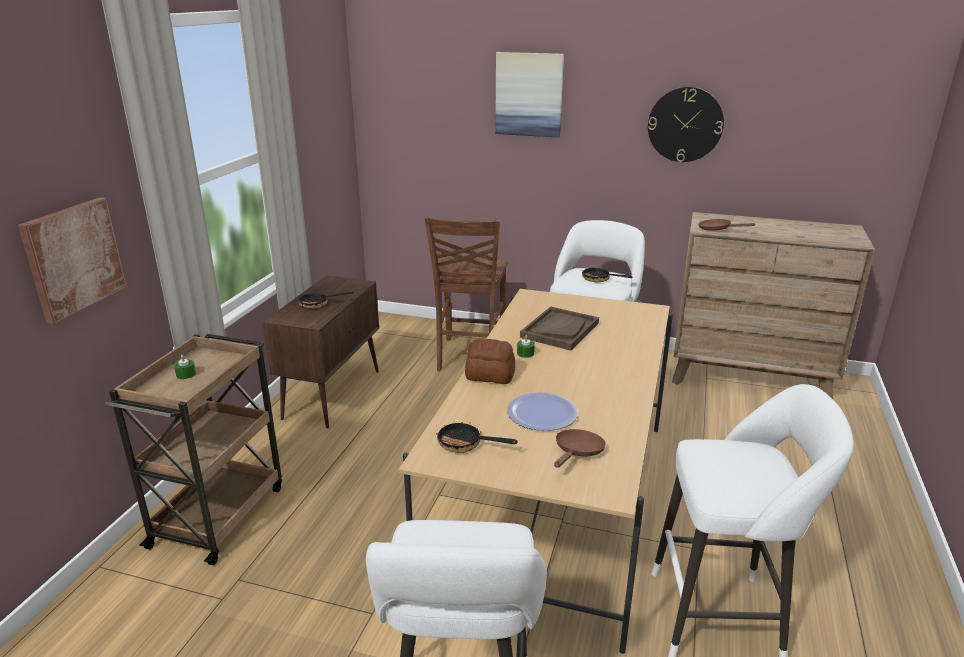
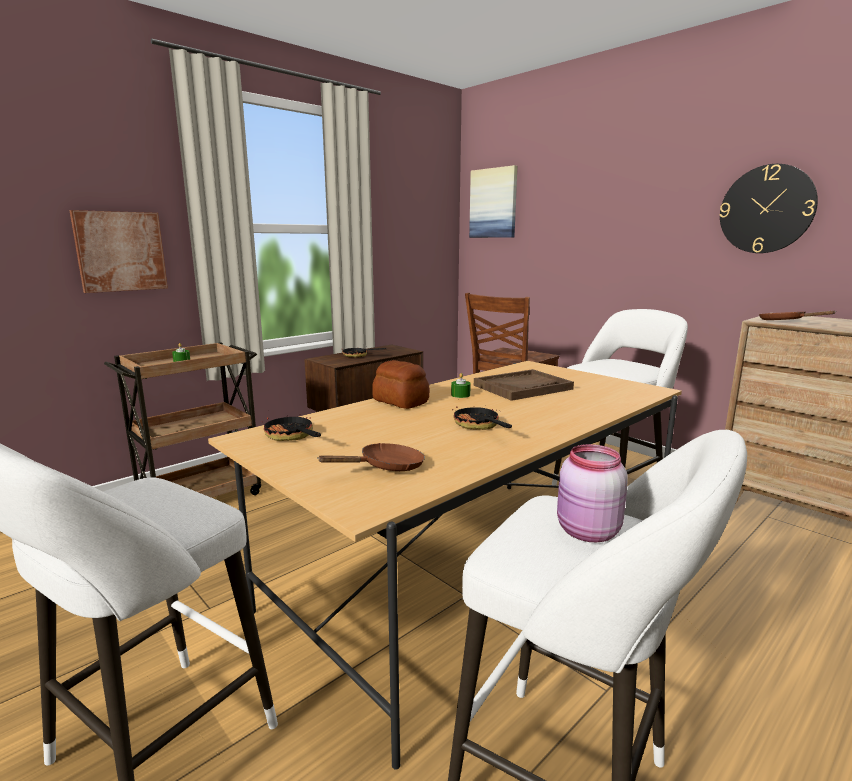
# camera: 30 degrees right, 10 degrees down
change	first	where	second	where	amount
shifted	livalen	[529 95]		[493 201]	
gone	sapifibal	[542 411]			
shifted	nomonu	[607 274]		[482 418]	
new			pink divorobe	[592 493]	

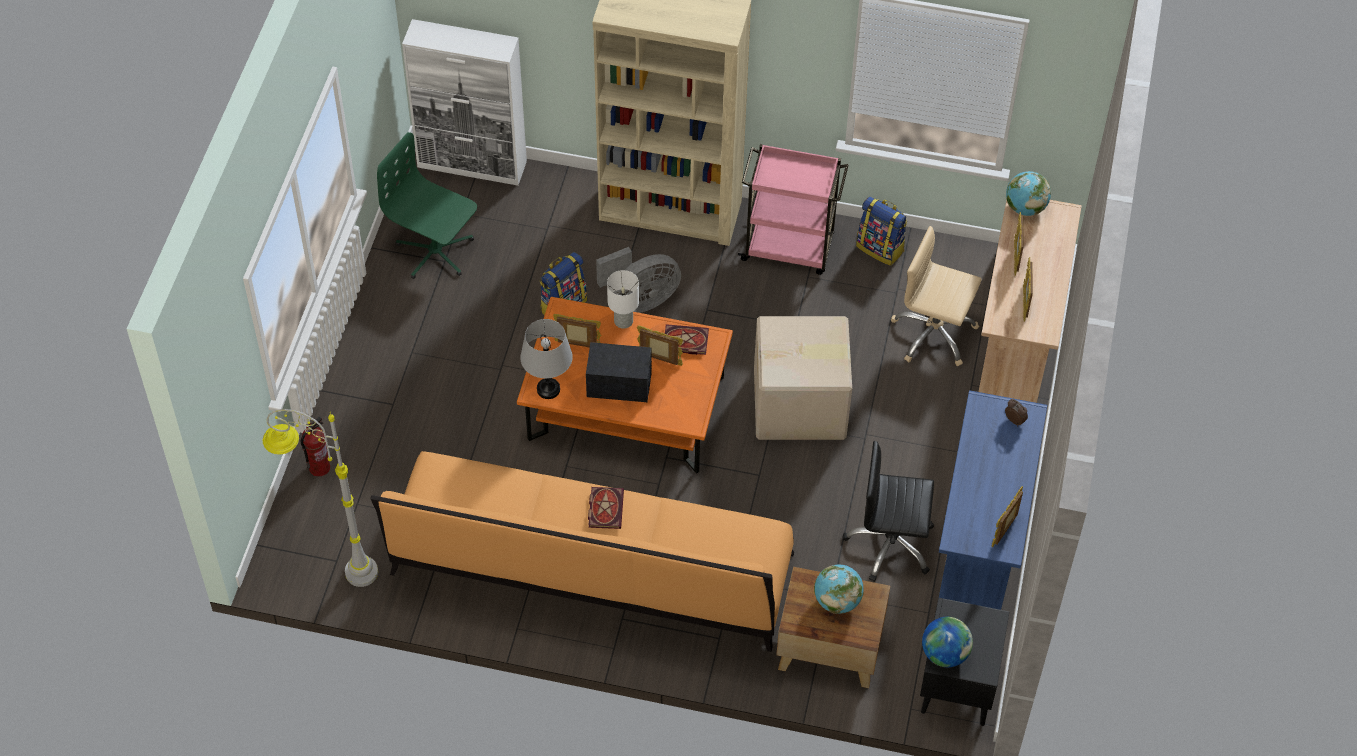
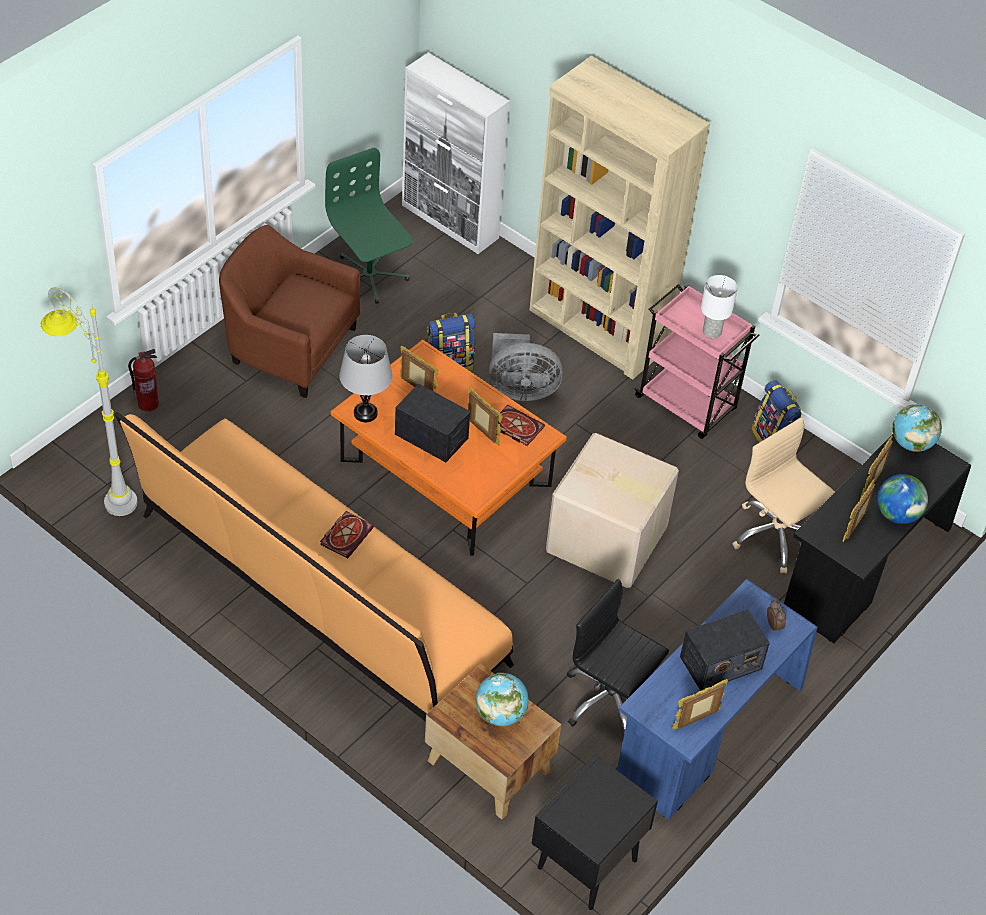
# camera: 25 degrees right, 5 degrees down
change	first	where	second	where	amount
shifted	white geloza	[623 299]		[719 307]	
shifted	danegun	[947 642]		[902 499]	
repainted	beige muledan	[1030 301]	black muledan	[877 538]	
new			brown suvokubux	[289 311]	
new			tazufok	[725 650]	

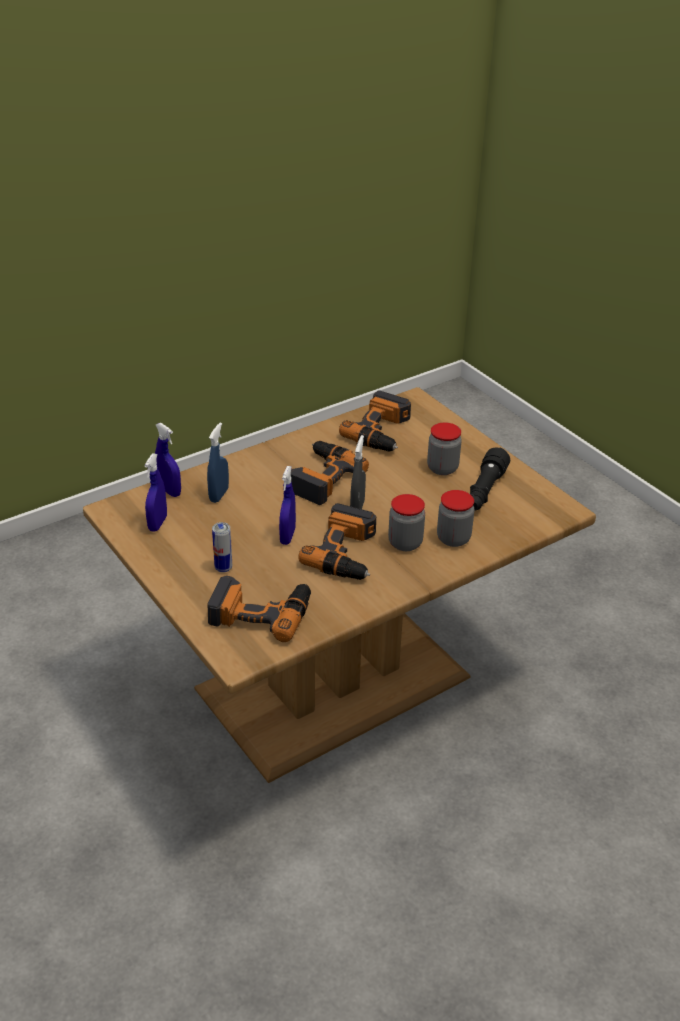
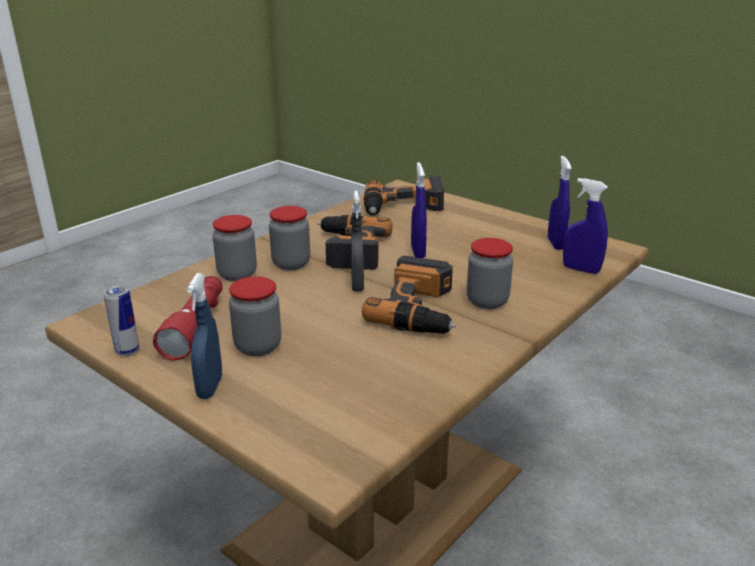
# camera: 165 degrees right, 10 degrees down
change	first	where	second	where	amount
shifted	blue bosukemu	[218 463]		[204 336]	
shifted	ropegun	[222 547]		[121 320]	
gone	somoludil	[375 421]			
repainted	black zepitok	[490 479]	red zepitok	[188 318]	
new			divorobe	[490 273]	

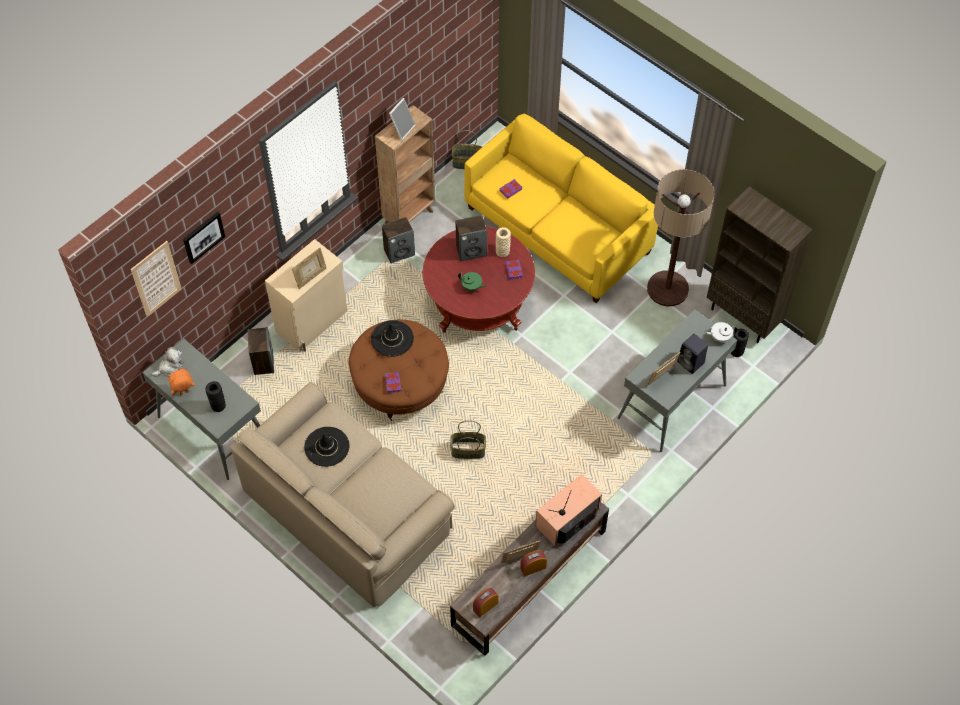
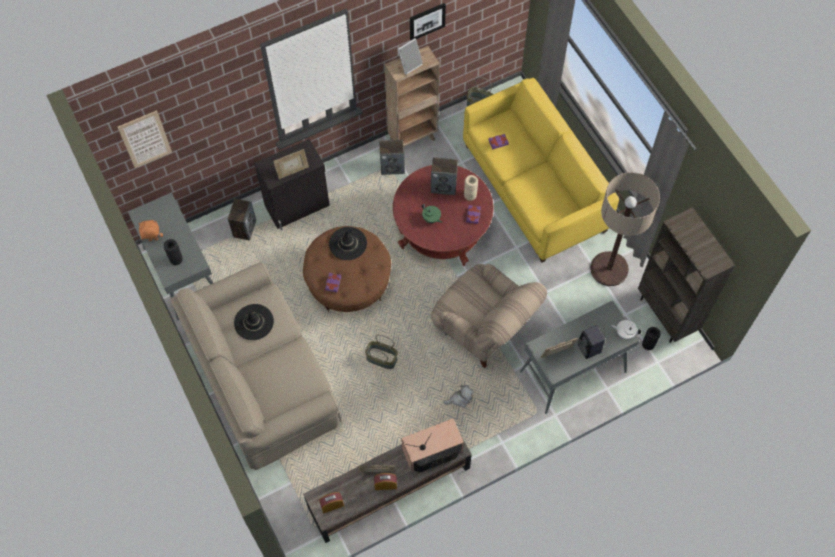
# camera: 20 degrees right, 5 degrees up
change	first	where	second	where	amount
shifted	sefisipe	[167 362]		[458 396]	
shifted	livalen	[204 238]		[428 21]	
repainted	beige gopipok	[306 295]	black gopipok	[292 184]	
new			beige suvokubux	[489 316]	

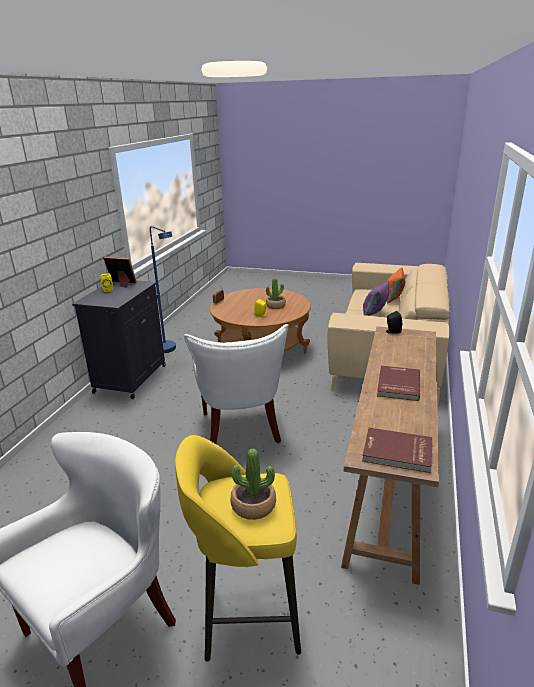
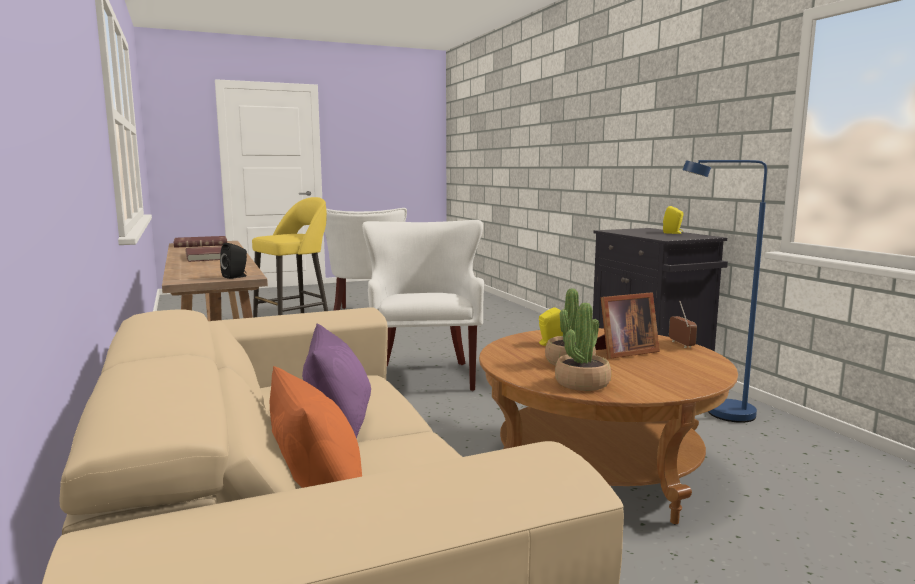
# camera: 140 degrees right, 15 degrees down
change	first	where	second	where	amount
shifted	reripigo	[120 272]		[627 325]	
rotated	white suvokubux	[236 384]		[423 305]	45 degrees clockwise
shifted	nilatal	[253 484]		[583 347]	

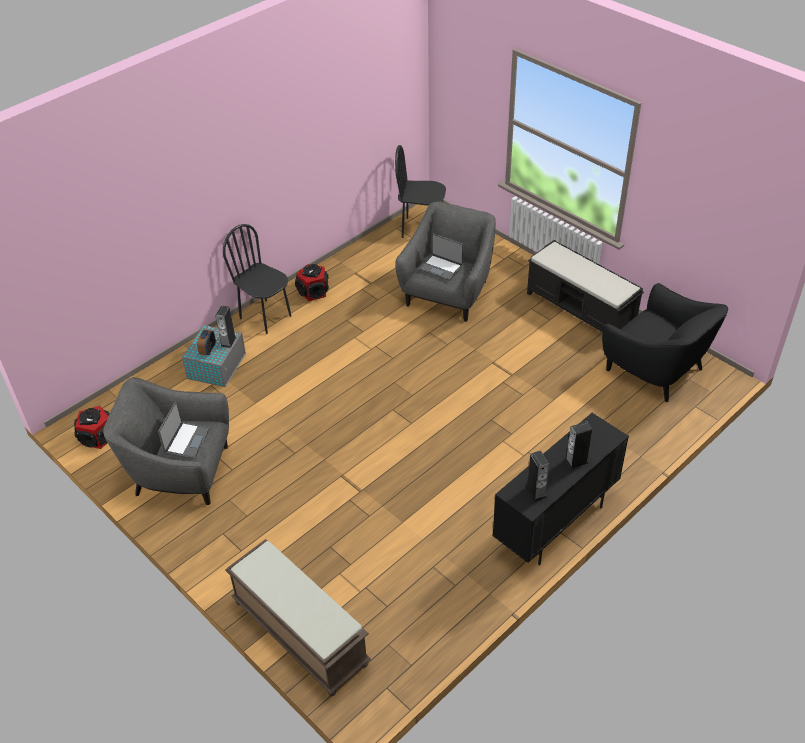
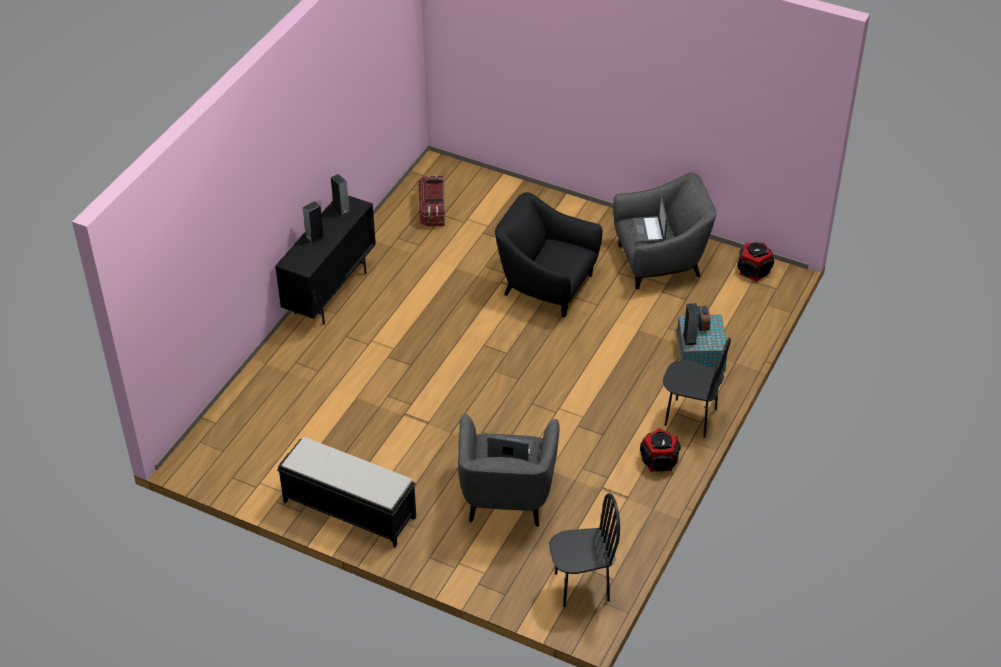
# camera: 160 degrees right, 0 degrees up
change	first	where	second	where	amount
gone	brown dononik	[298 617]			
shifted	black suvokubux	[665 342]		[549 254]	
new			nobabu	[431 201]	

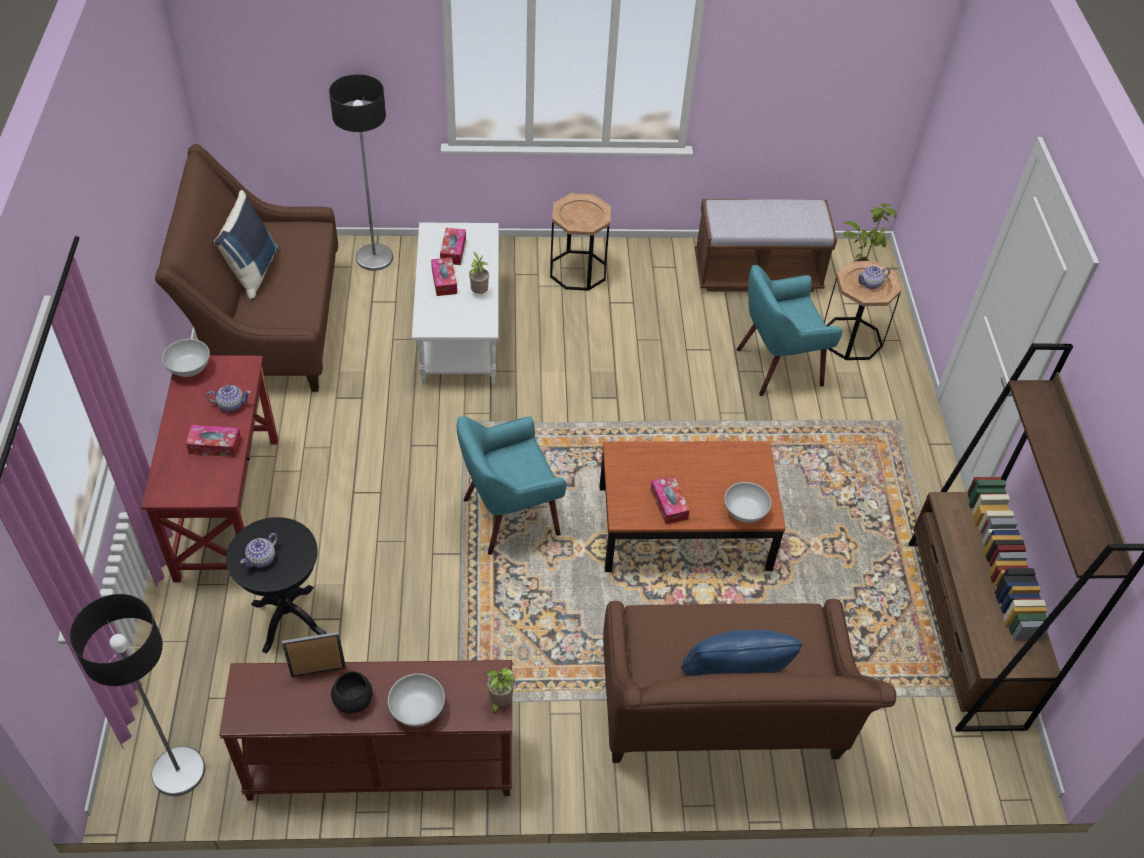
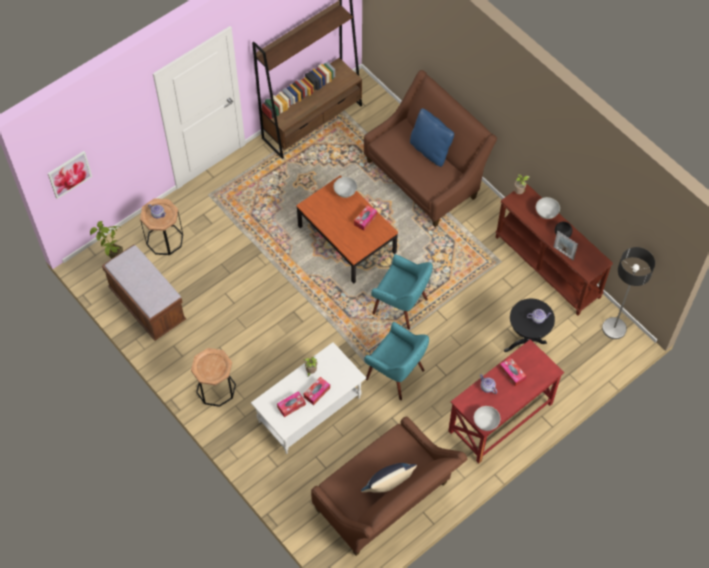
# camera: 125 degrees left, 10 degrees up
change	first	where	second	where	amount
gone	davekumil	[361 172]			
shifted	turquoise suvokubux	[789 330]		[396 361]	
new			livalen	[70 175]	

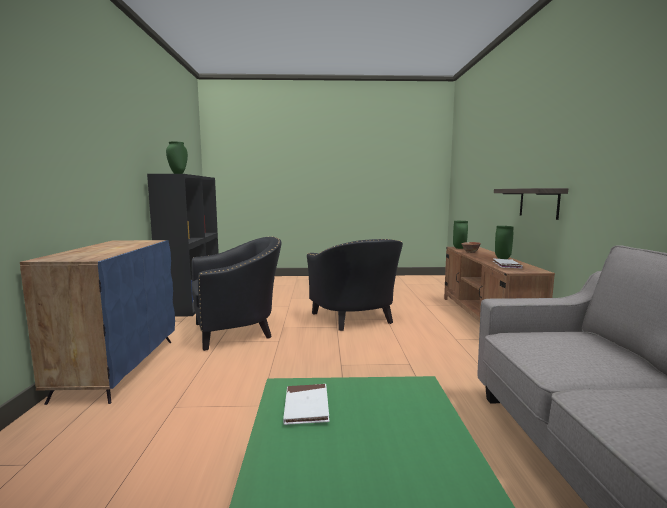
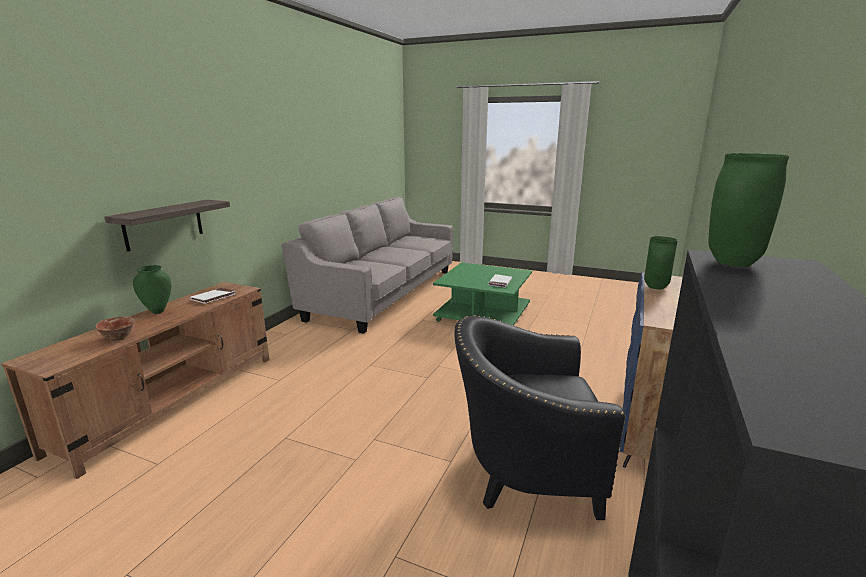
# camera: 155 degrees left, 10 degrees up
change	first	where	second	where	amount
gone	black suvokubux	[355 285]			
shifted	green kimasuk	[460 235]		[661 262]	

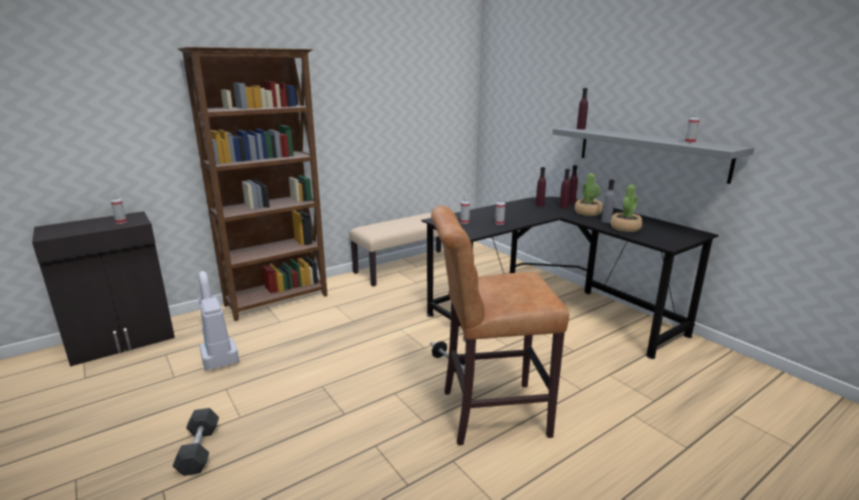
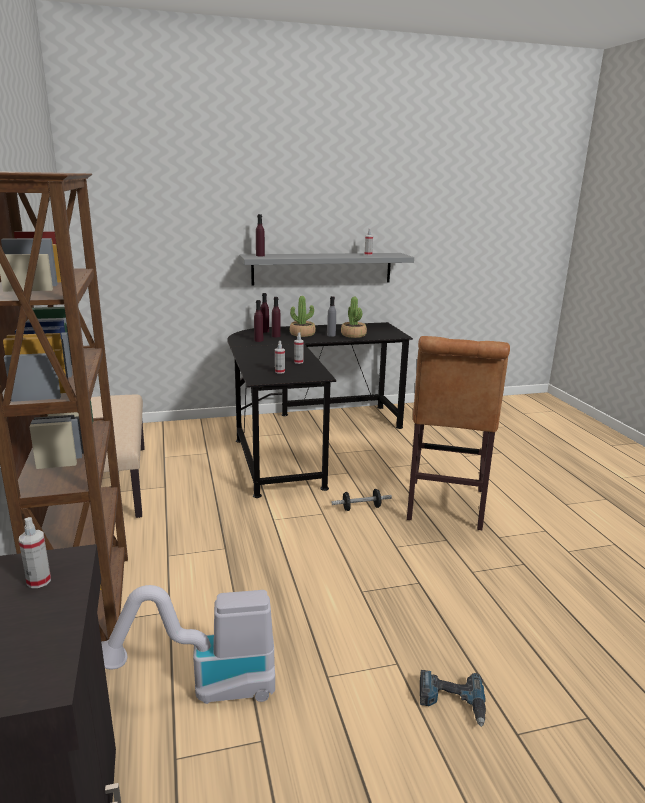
# camera: 70 degrees left, 0 degrees up
change	first	where	second	where	amount
swapped	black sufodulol	[196 442]	somoludil	[453 698]	

